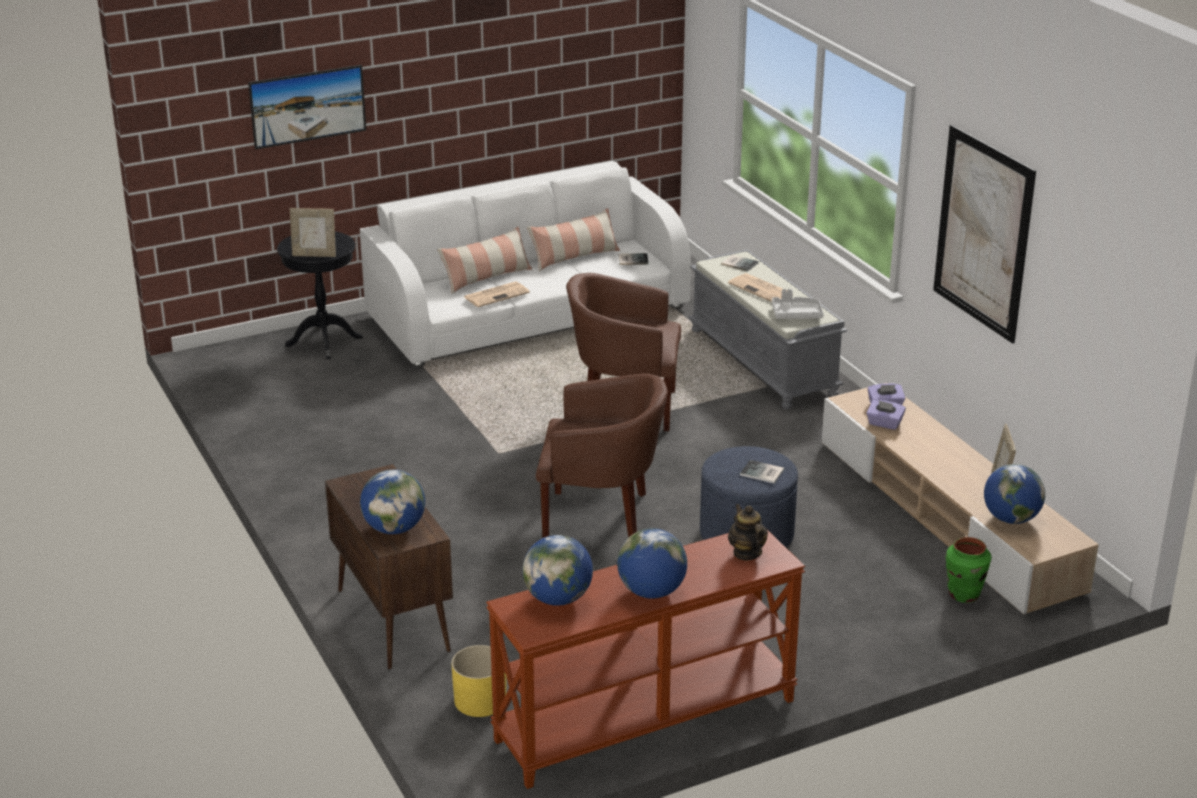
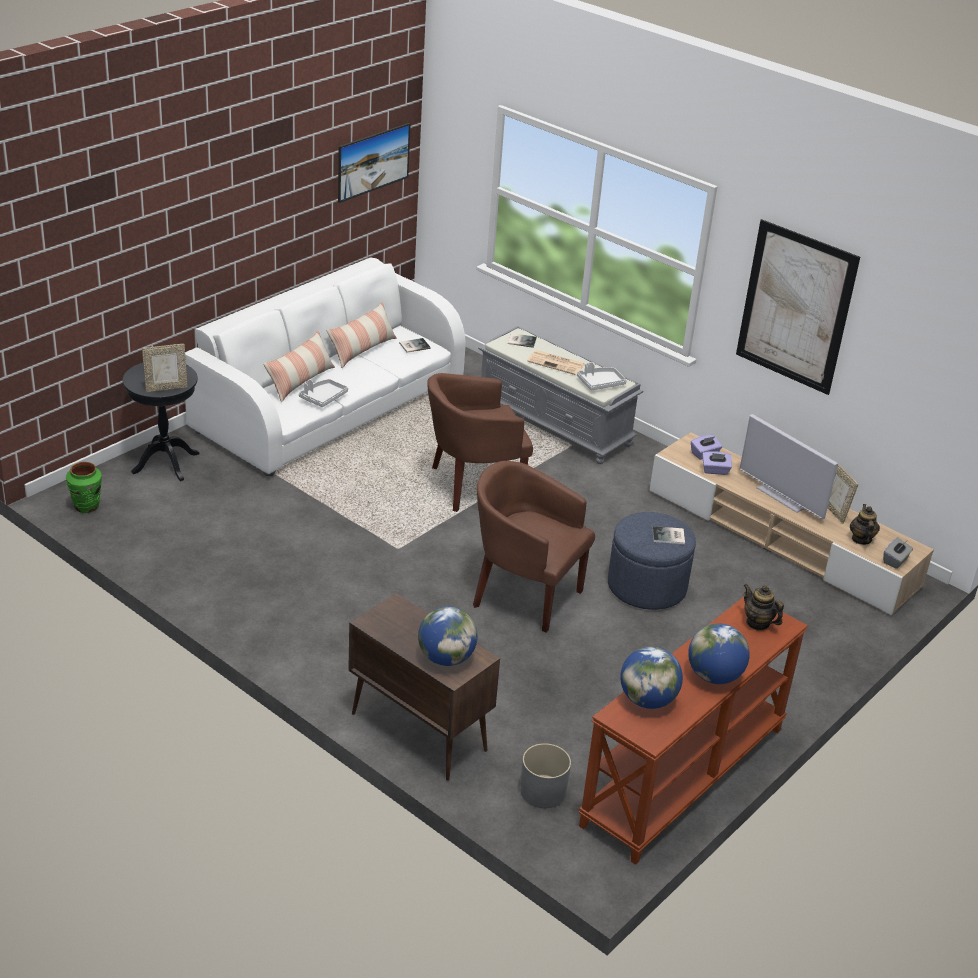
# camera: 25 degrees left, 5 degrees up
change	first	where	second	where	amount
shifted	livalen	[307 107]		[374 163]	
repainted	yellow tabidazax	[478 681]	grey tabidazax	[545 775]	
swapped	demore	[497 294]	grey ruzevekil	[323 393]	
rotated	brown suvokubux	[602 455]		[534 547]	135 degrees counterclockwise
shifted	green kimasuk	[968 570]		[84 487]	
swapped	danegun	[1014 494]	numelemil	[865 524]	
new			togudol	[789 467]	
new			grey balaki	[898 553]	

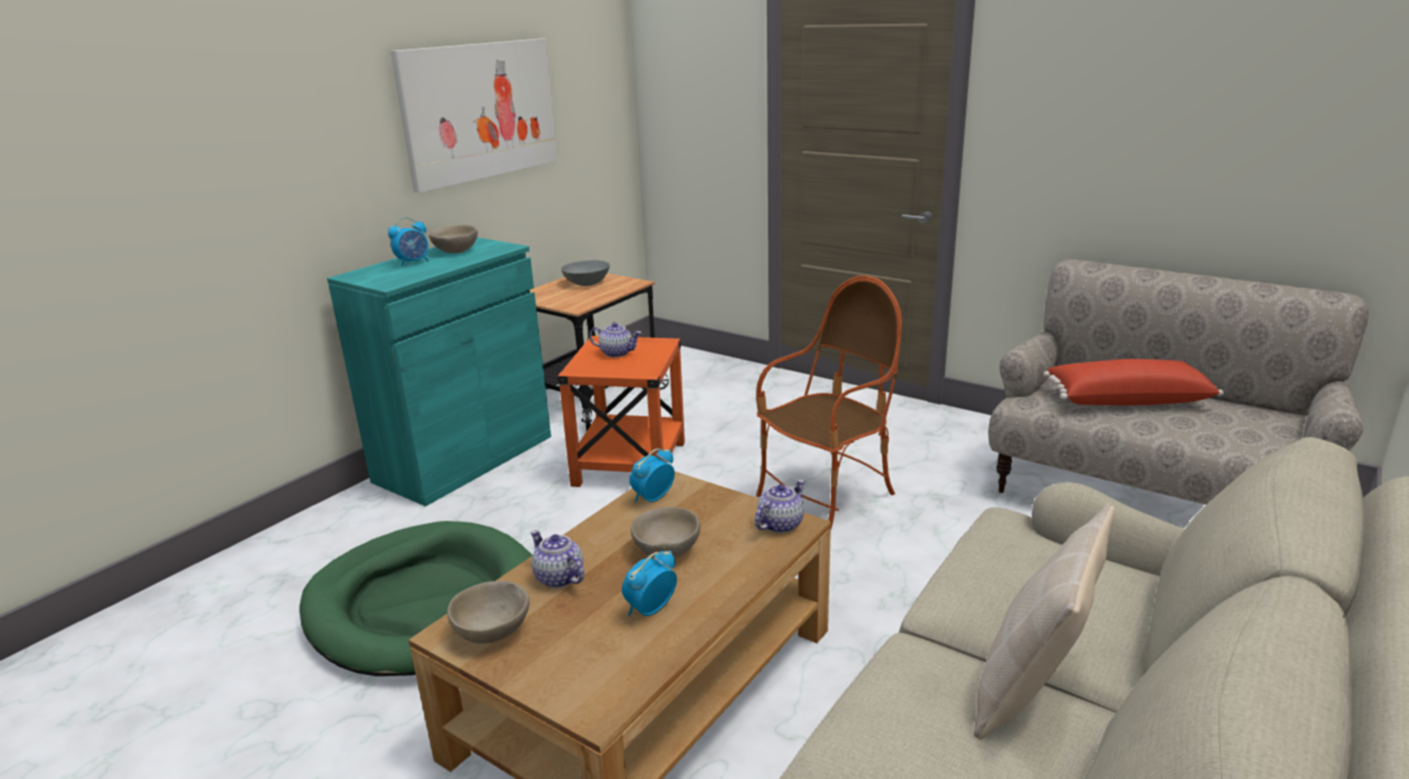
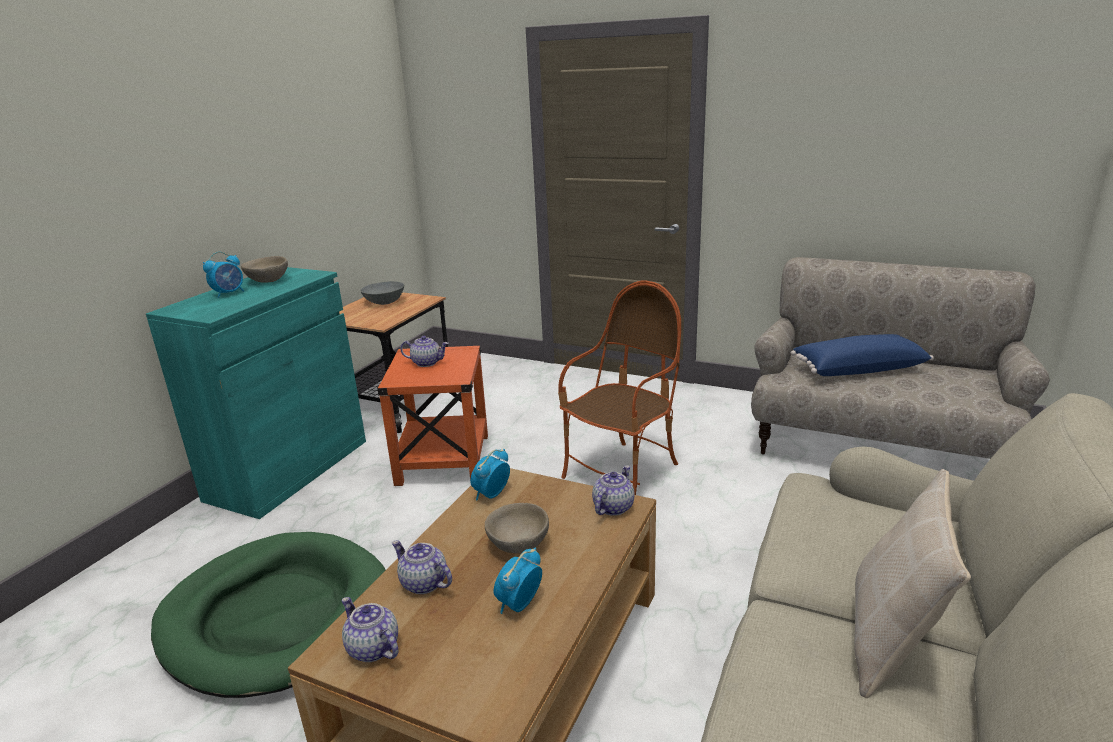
# camera: 10 degrees left, 0 degrees up
change	first	where	second	where	amount
gone	livalen	[474 116]			
swapped	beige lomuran	[488 612]	numelemil	[369 629]	
repainted	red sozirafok	[1133 382]	blue sozirafok	[862 355]	

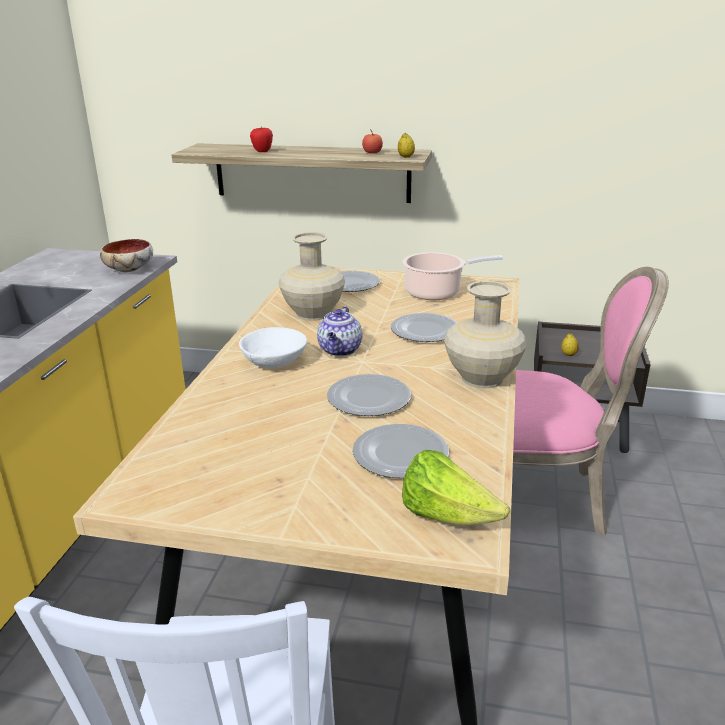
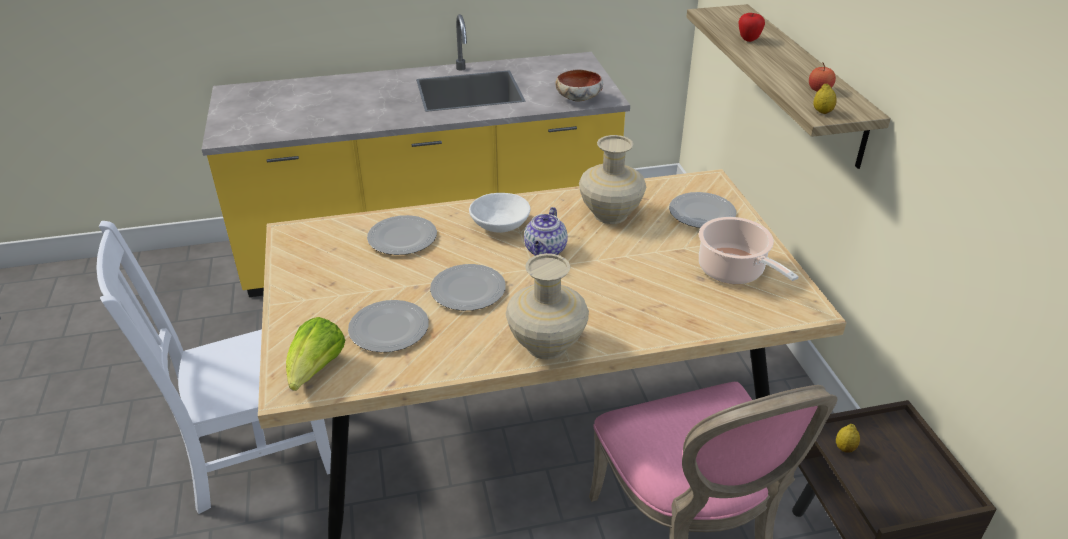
# camera: 65 degrees right, 10 degrees up
change	first	where	second	where	amount
rotated	numelemil	[340 331]		[546 231]	60 degrees counterclockwise
shifted	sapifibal	[424 327]		[402 235]	

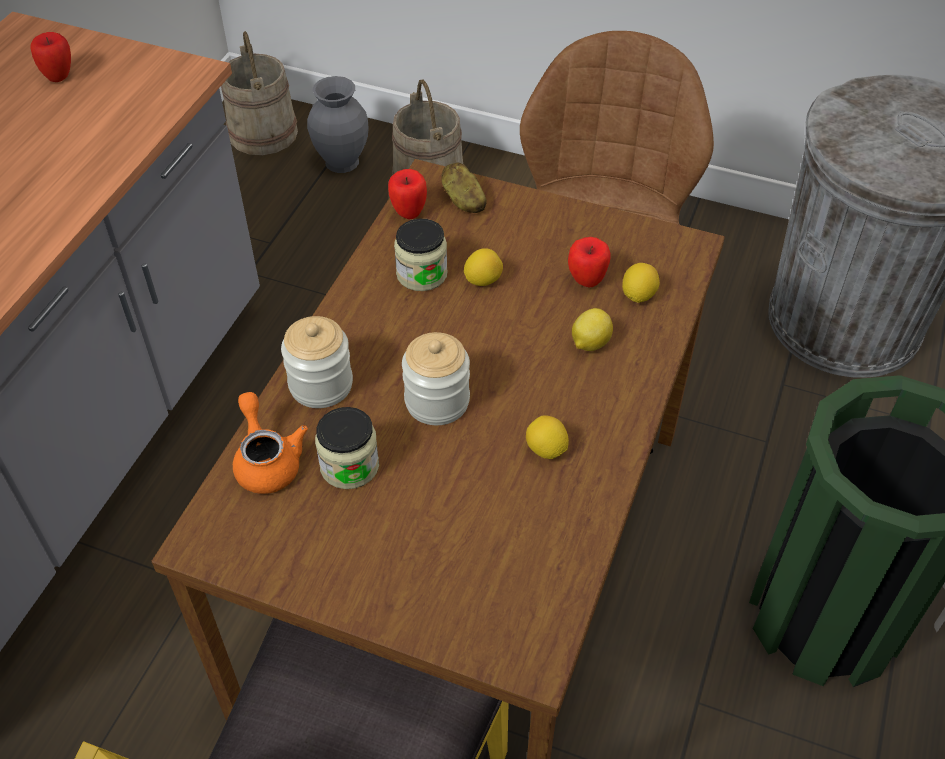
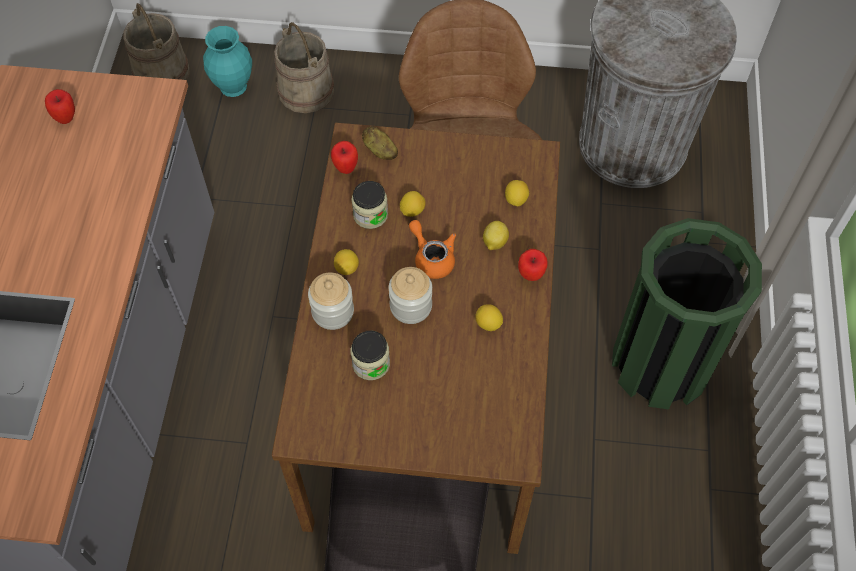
# camera: 15 degrees left, 10 degrees up
change	first	where	second	where	amount
shifted	orange numelemil	[270 443]		[432 249]	
repainted	grey kimasuk	[338 124]	turquoise kimasuk	[227 61]	
shifted	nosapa	[589 262]		[533 265]	
new			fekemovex	[346 262]	

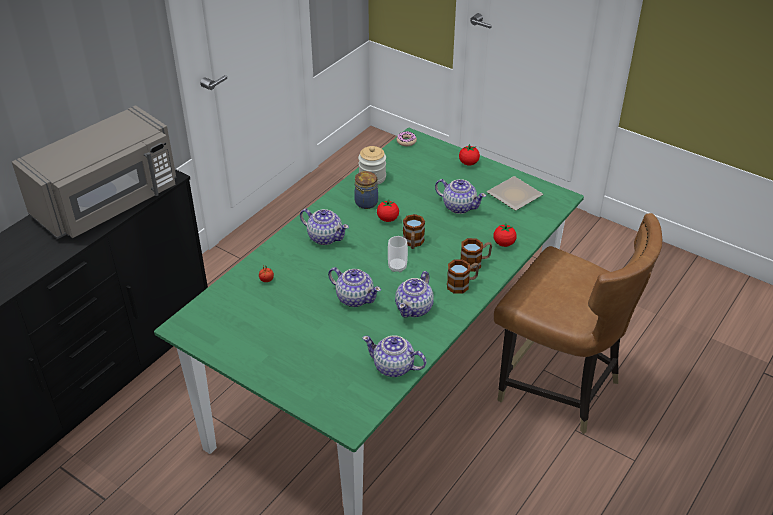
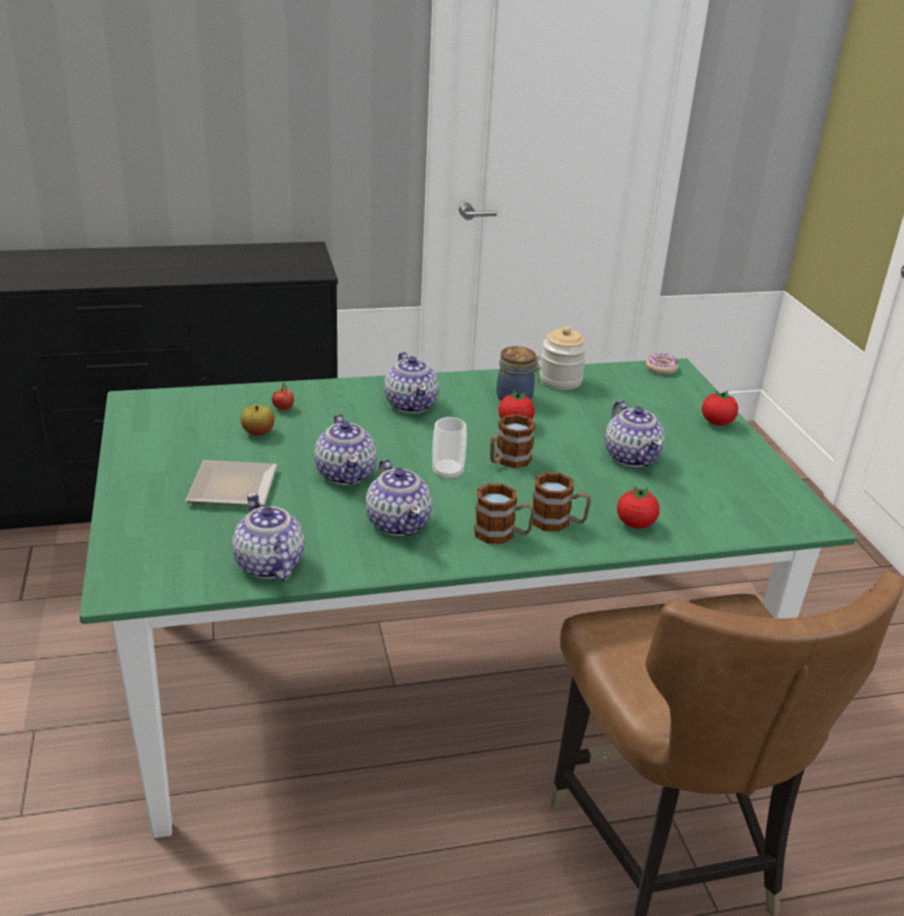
# camera: 40 degrees right, 10 degrees down
change	first	where	second	where	amount
gone	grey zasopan	[94 172]			
rotated	numelemil	[414 294]		[399 497]	90 degrees counterclockwise
shifted	sapifibal	[515 193]		[231 483]	
new			nosapa	[257 420]	

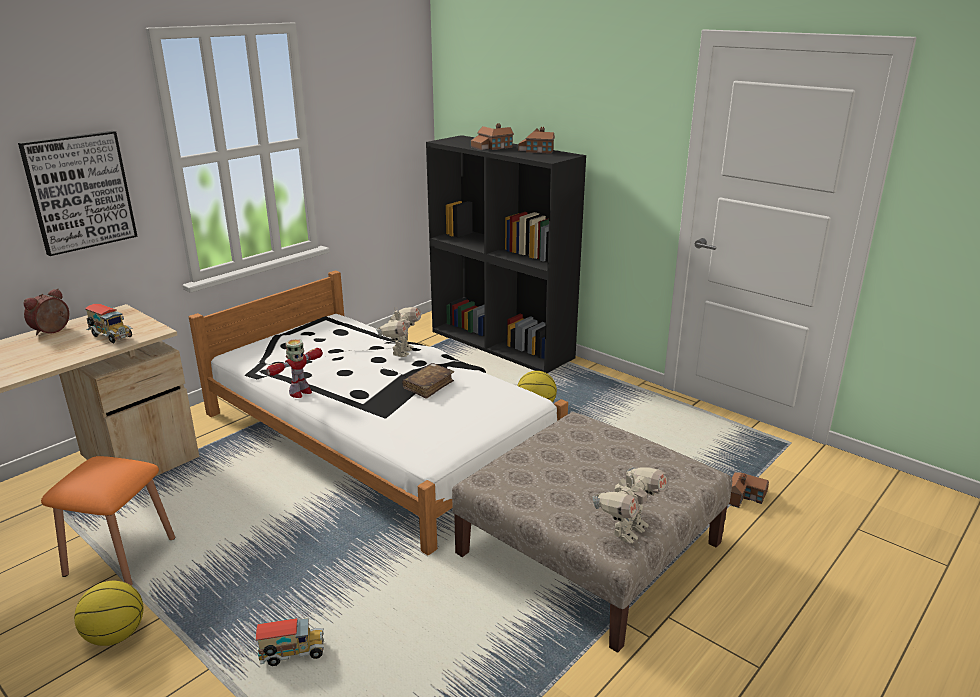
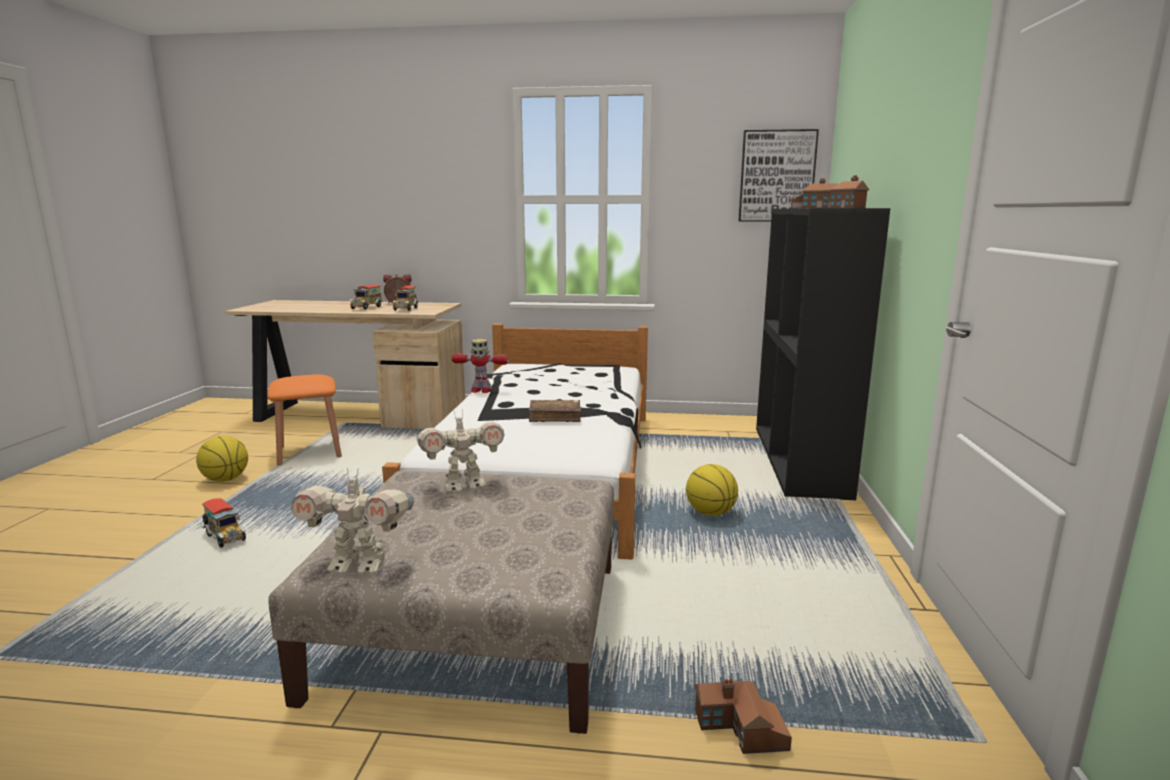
# camera: 55 degrees right, 10 degrees down
change	first	where	second	where	amount
shifted	livalen	[78 193]		[778 175]	
shifted	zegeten	[398 332]		[460 452]	
new			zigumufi	[366 297]	

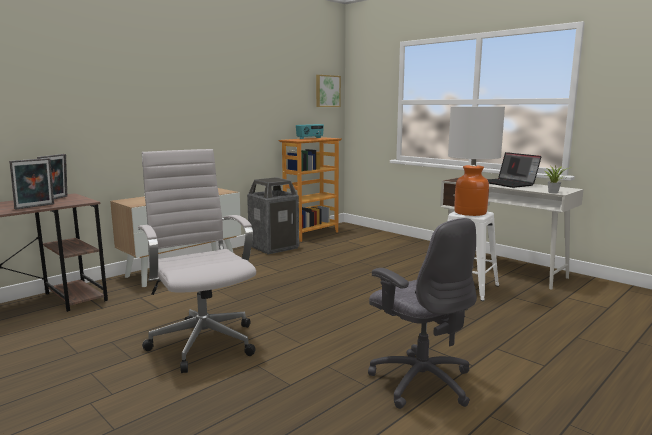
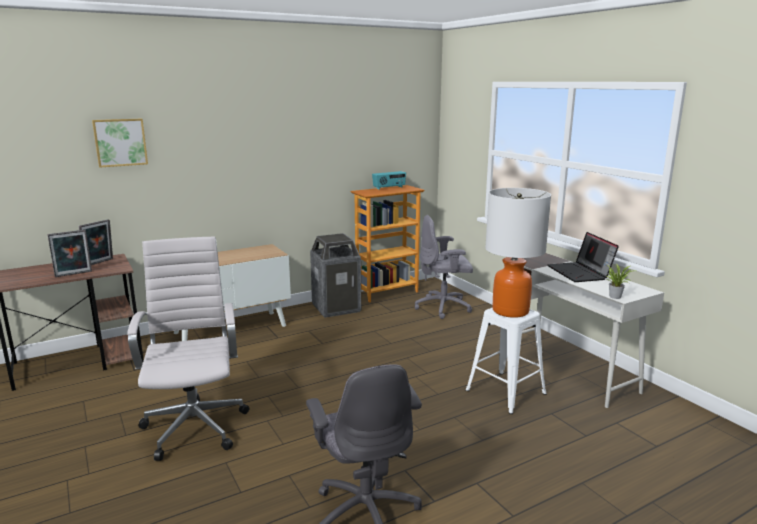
# camera: 15 degrees right, 5 degrees up
change	first	where	second	where	amount
shifted	livalen	[328 91]		[120 143]	
new			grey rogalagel	[444 267]	

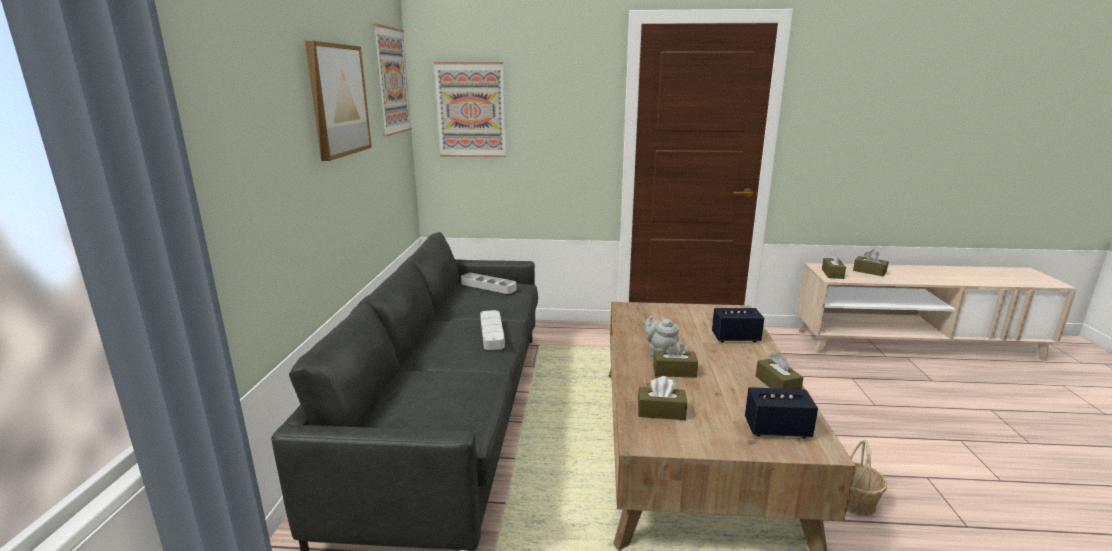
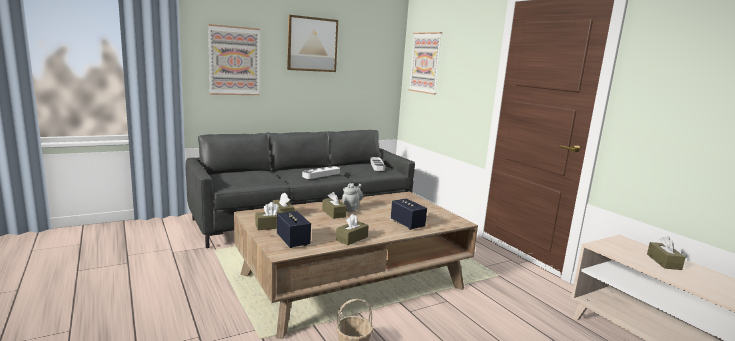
# camera: 55 degrees right, 5 degrees down
change	first	where	second	where	amount
shifted	livalen	[392 80]		[234 59]	
shifted	brown balaki	[834 265]		[270 216]	

